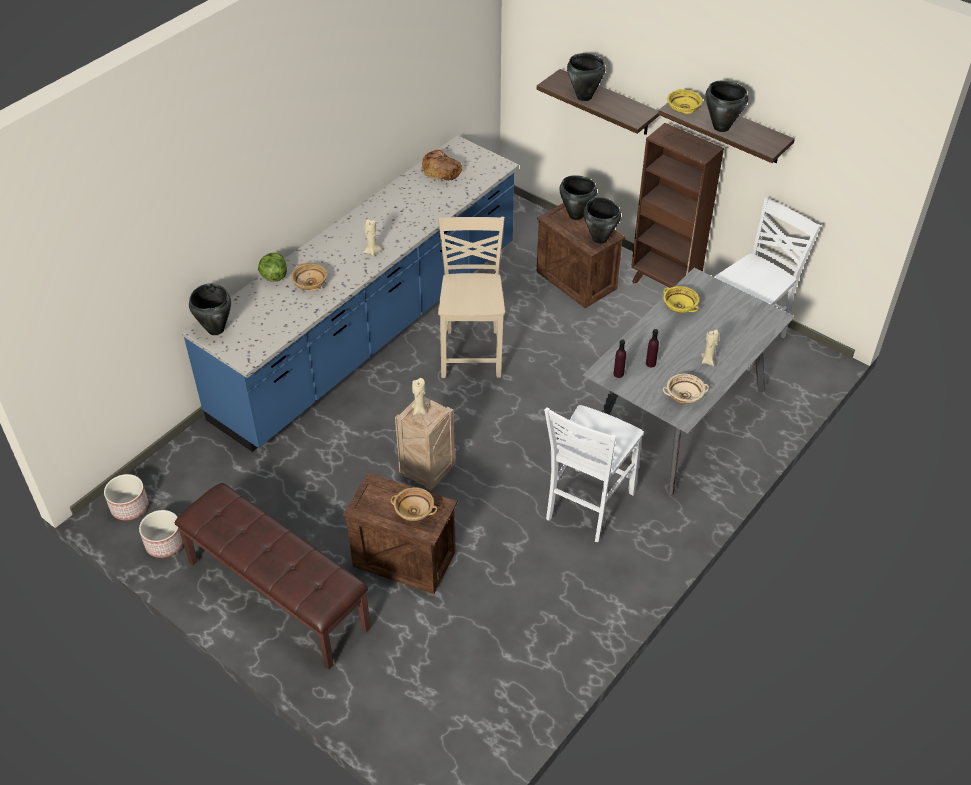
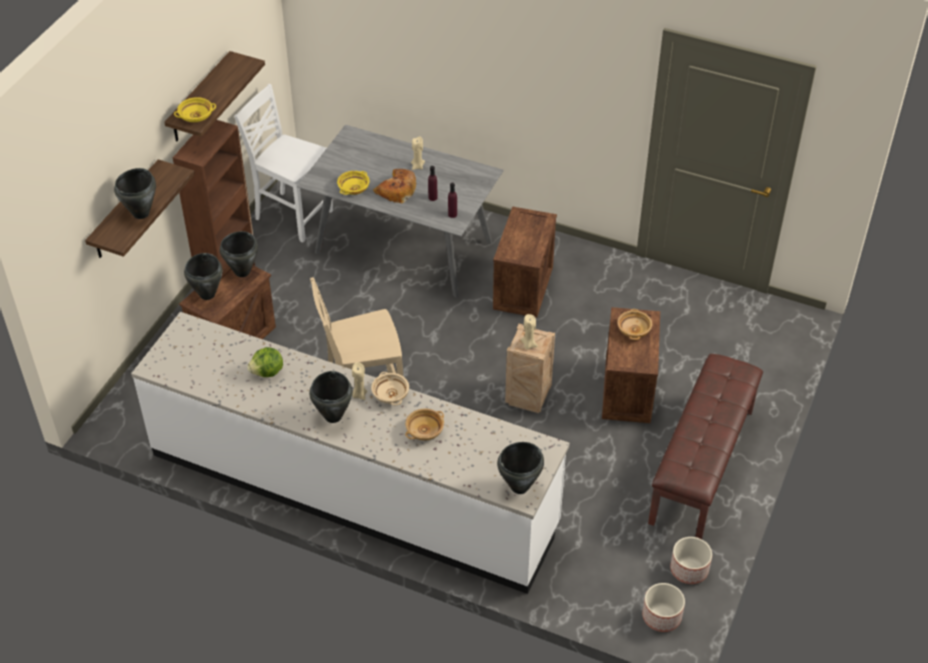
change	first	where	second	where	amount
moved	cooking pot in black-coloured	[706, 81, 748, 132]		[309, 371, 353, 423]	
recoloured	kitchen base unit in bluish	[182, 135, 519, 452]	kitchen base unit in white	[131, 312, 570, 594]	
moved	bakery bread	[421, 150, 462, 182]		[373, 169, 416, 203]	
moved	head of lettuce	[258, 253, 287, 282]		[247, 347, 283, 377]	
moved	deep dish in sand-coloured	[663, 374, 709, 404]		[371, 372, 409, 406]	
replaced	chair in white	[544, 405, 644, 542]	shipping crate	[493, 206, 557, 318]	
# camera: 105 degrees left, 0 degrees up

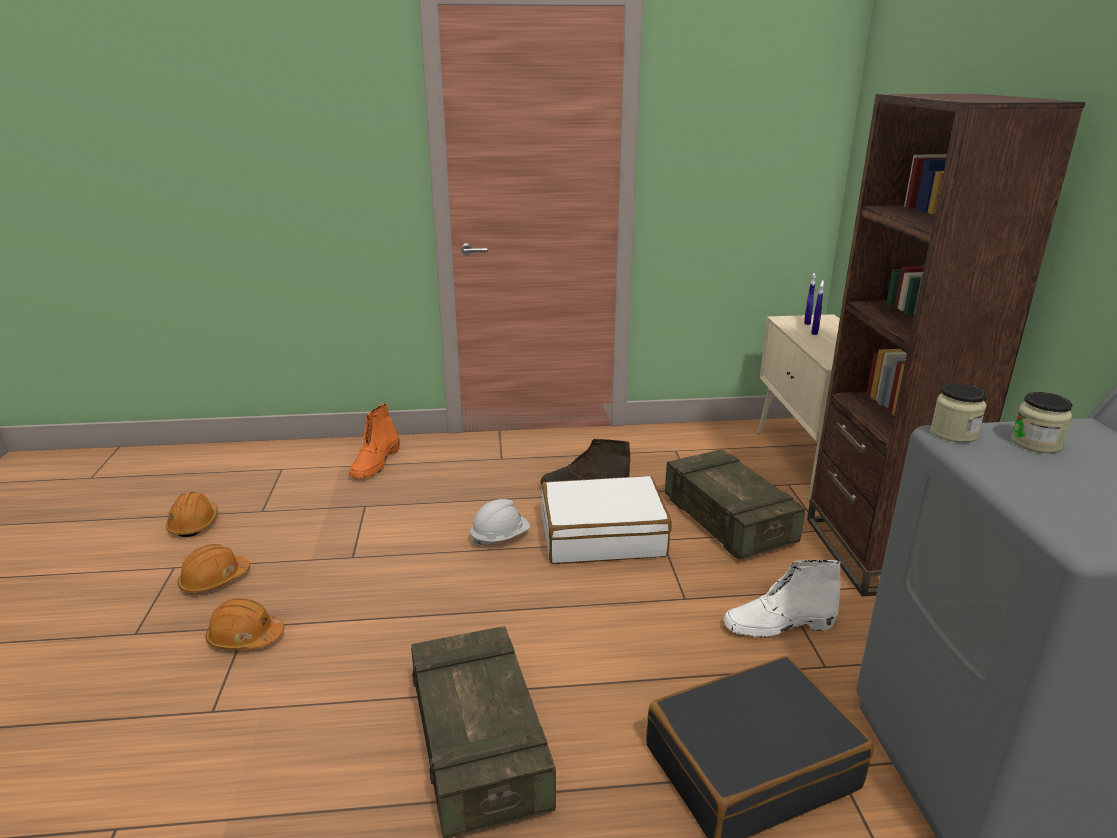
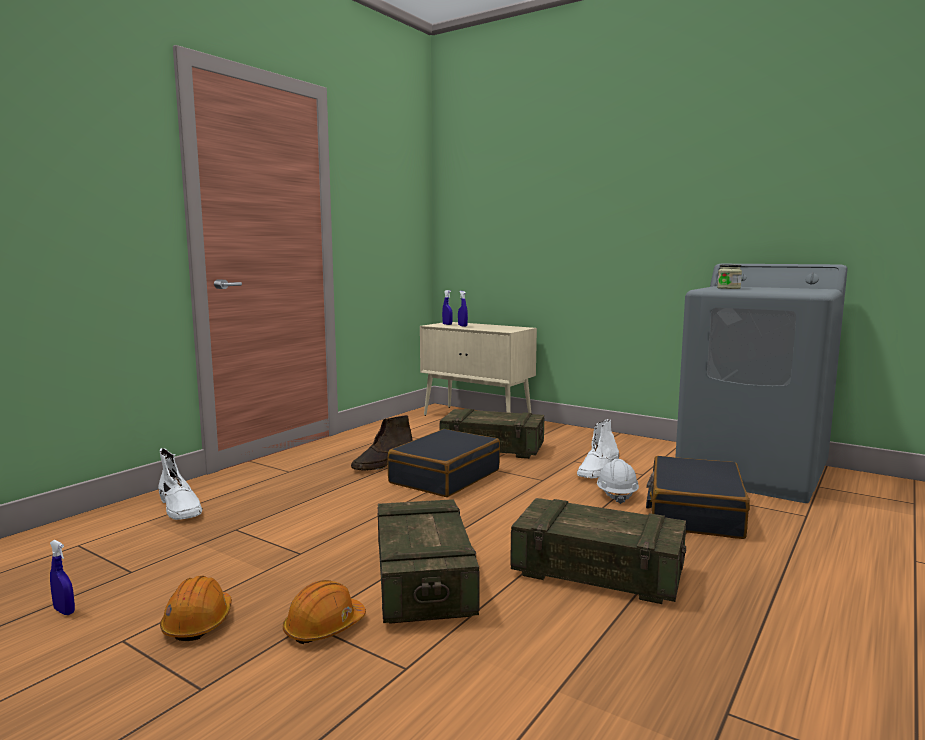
change	first	where	second	where	amount
removed	bookshelf in brownish	[807, 94, 1085, 597]			
removed	jar	[930, 383, 987, 443]			
recoloured	high-top boot in orange	[349, 403, 400, 479]	high-top boot in white	[158, 448, 203, 520]	
recoloured	suitcase in white	[541, 476, 672, 564]	suitcase in black-coloured	[387, 429, 500, 497]	
replaced	safety helmet in orange	[166, 492, 218, 537]	sprayer in bluish	[50, 540, 75, 615]	
moved	safety helmet in white	[470, 499, 530, 547]		[597, 459, 639, 504]	
added			shipping crate	[377, 499, 480, 623]	
# camera: 50 degrees left, 15 degrees down

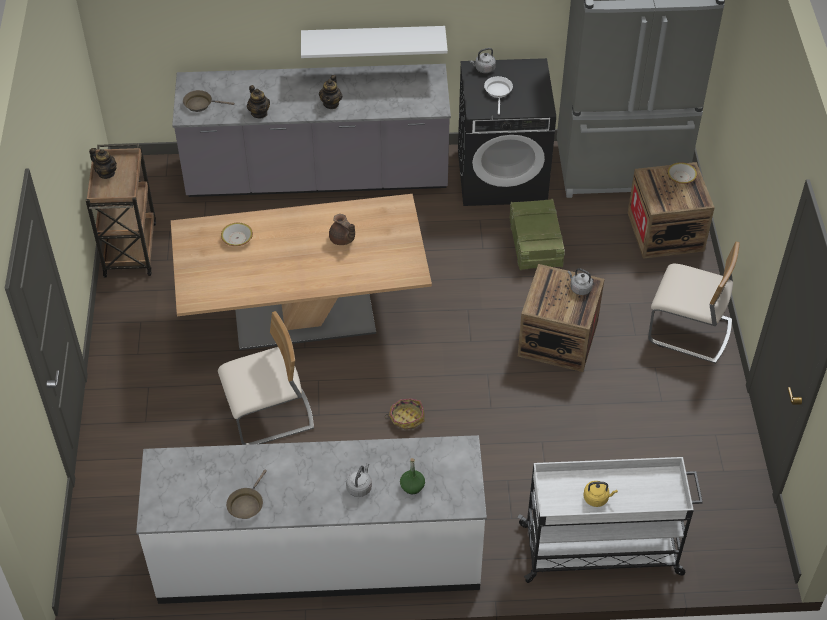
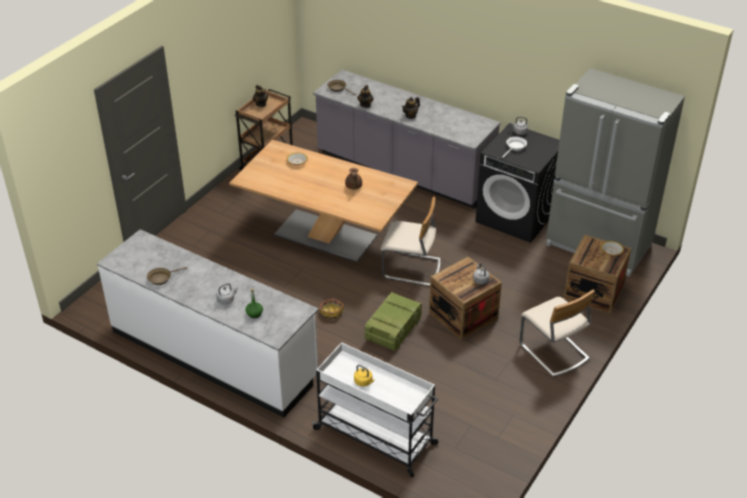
change	first	where	second	where	amount
removed	bracket shelf in white	[301, 26, 448, 58]			
moved	shipping crate	[510, 199, 565, 270]		[364, 292, 422, 351]	
moved	chair in sand-coloured	[218, 311, 314, 445]		[381, 196, 440, 287]	
# camera: 35 degrees right, 10 degrees down

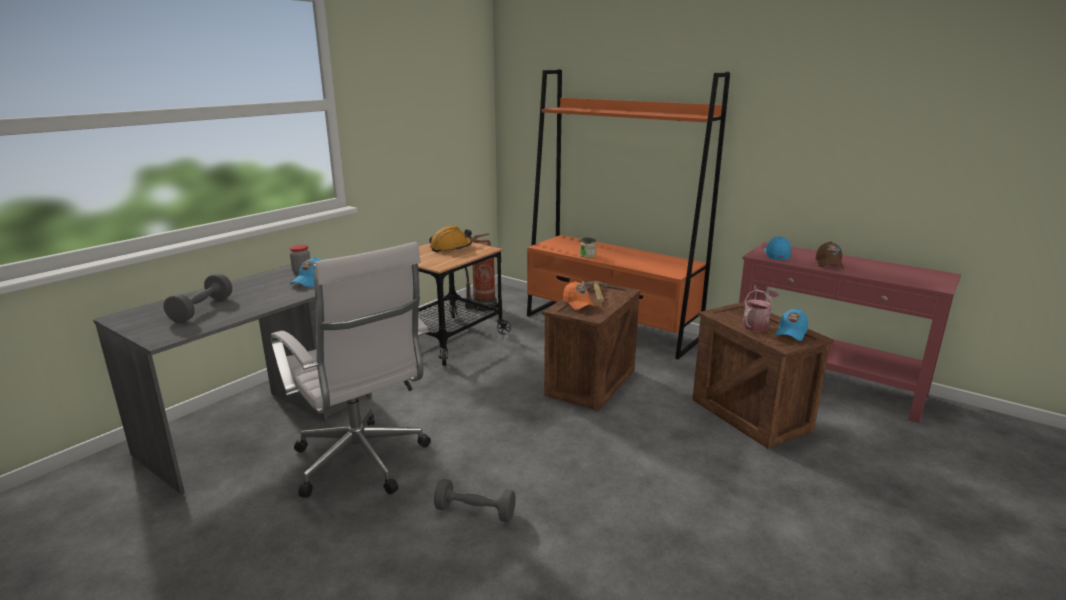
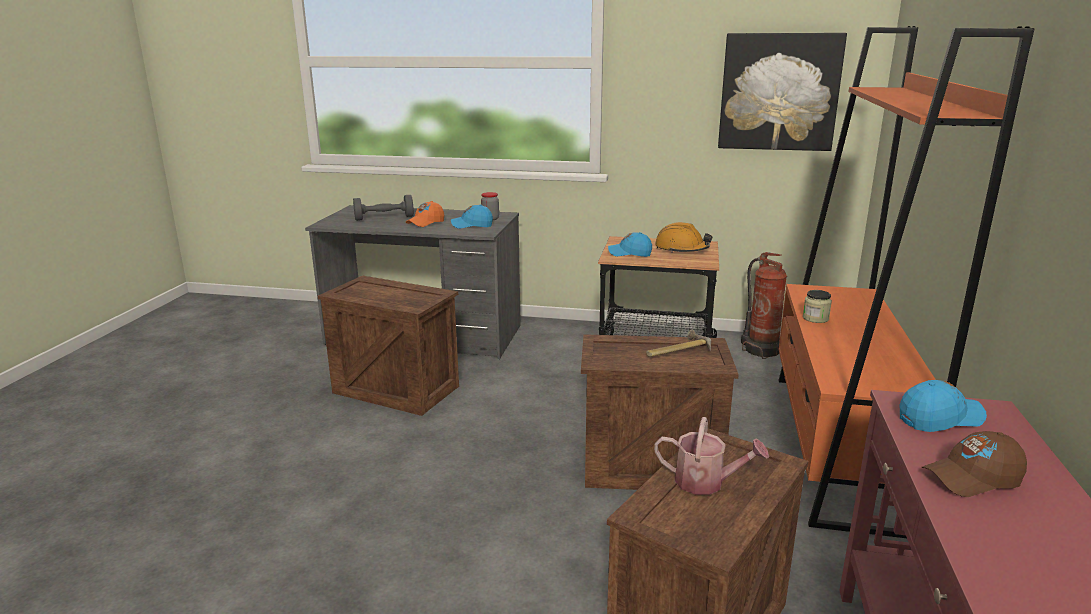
change	first	where	second	where	amount
replaced	computer chair in white	[271, 242, 431, 498]	shipping crate	[318, 276, 459, 416]	
moved	baseball cap in orange	[563, 281, 595, 310]		[406, 201, 444, 227]	
moved	baseball cap in bluish	[775, 308, 808, 341]		[608, 232, 652, 257]	
removed	dumbbell in grey	[434, 479, 516, 522]			
added			wall art	[718, 33, 847, 151]	
# camera: 65 degrees right, 0 degrees up

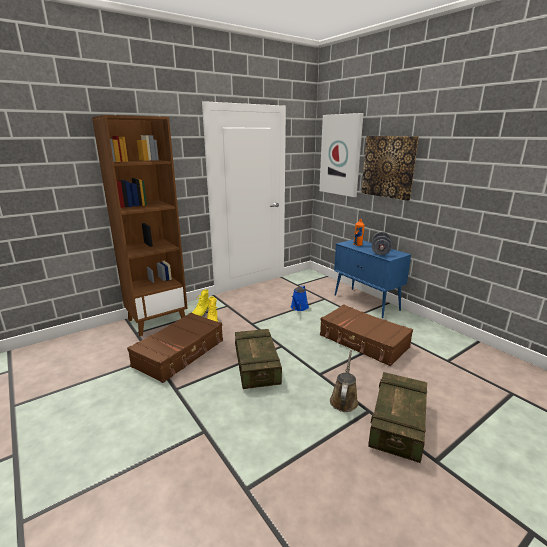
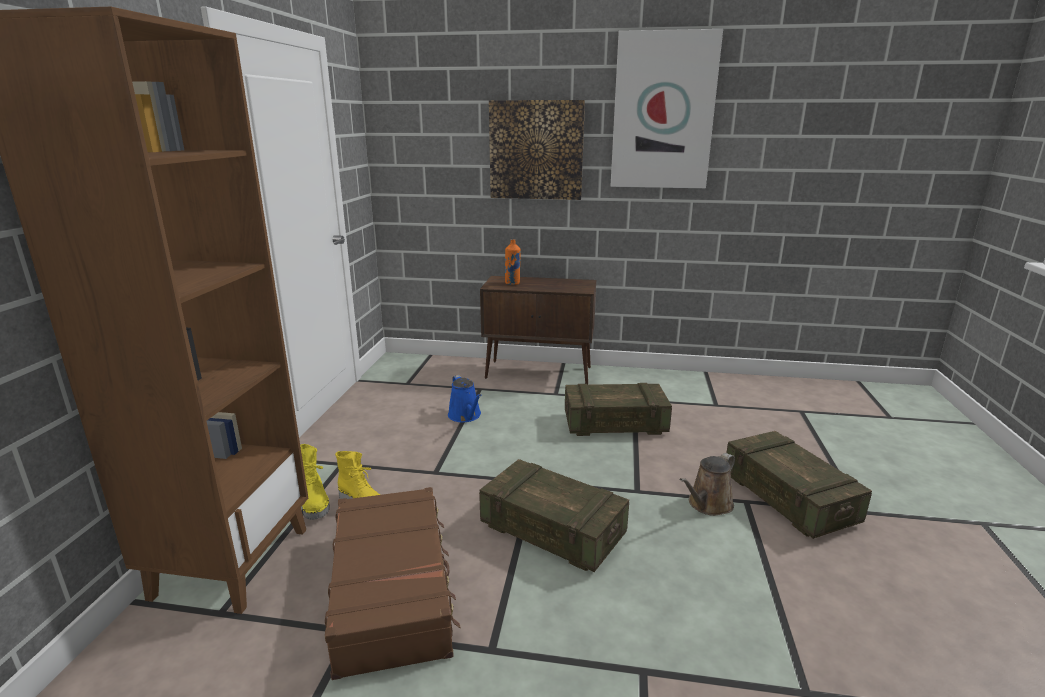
change	first	where	second	where	amount
moved	wall art	[319, 113, 364, 197]		[611, 29, 723, 188]	
removed	dumbbell in grey	[372, 232, 392, 255]			
recoloured	storage cabinet in bluish	[334, 239, 411, 318]	storage cabinet in brownish	[480, 276, 596, 385]	
replaced	suitcase in brownish	[320, 304, 413, 366]	shipping crate	[565, 383, 672, 436]	
turned	watering can in brownish	[330, 350, 358, 412]		[680, 453, 735, 516]	105 degrees counterclockwise
# camera: 45 degrees left, 0 degrees up

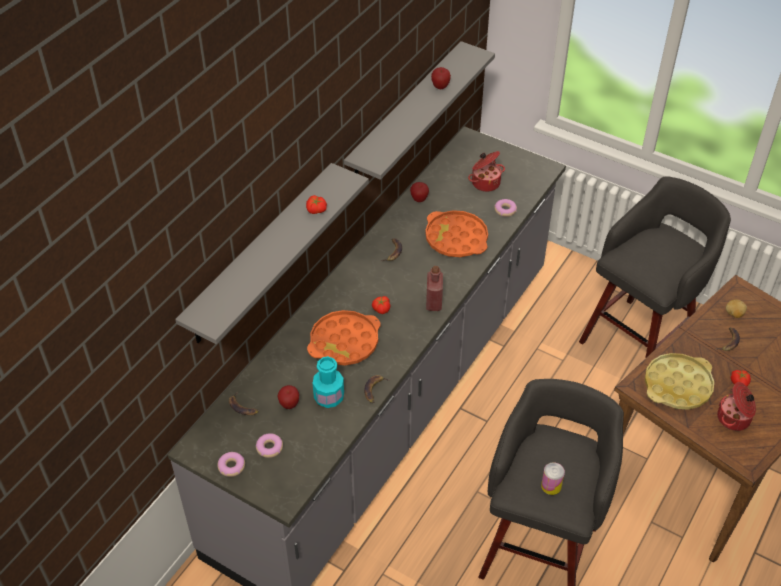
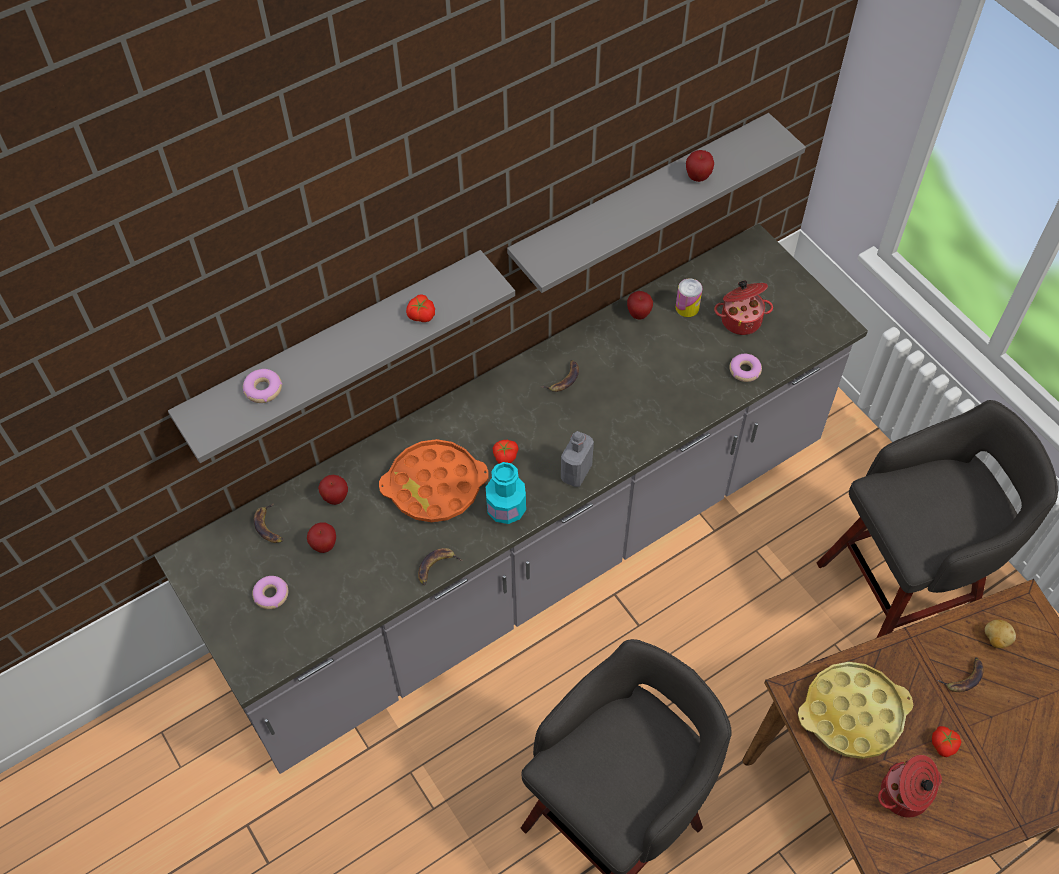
change	first	where	second	where	amount
removed	carrying tray in orange	[425, 210, 488, 257]			
recoloured	beverage bottle in red-coloured	[426, 266, 443, 311]	beverage bottle in grey	[561, 431, 594, 487]	
moved	beverage bottle in blue-green	[313, 356, 344, 408]		[486, 462, 526, 524]	
moved	doughnut	[217, 452, 245, 477]		[243, 369, 282, 403]	
moved	can	[541, 463, 565, 495]		[675, 278, 703, 317]	
added			whole apple	[318, 475, 348, 505]	
# camera: 25 degrees right, 10 degrees up

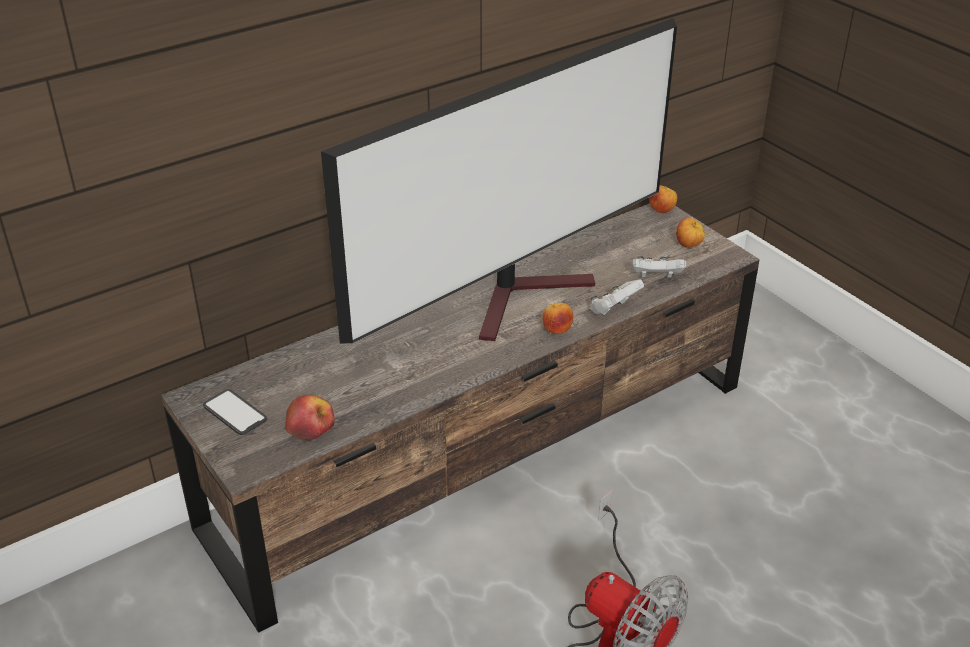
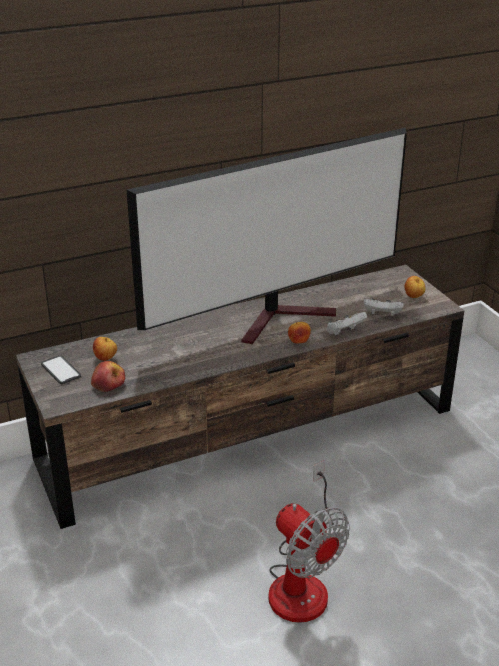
change	first	where	second	where	amount
moved	whole apple	[649, 185, 678, 213]		[93, 337, 117, 361]	
# camera: 10 degrees right, 5 degrees down

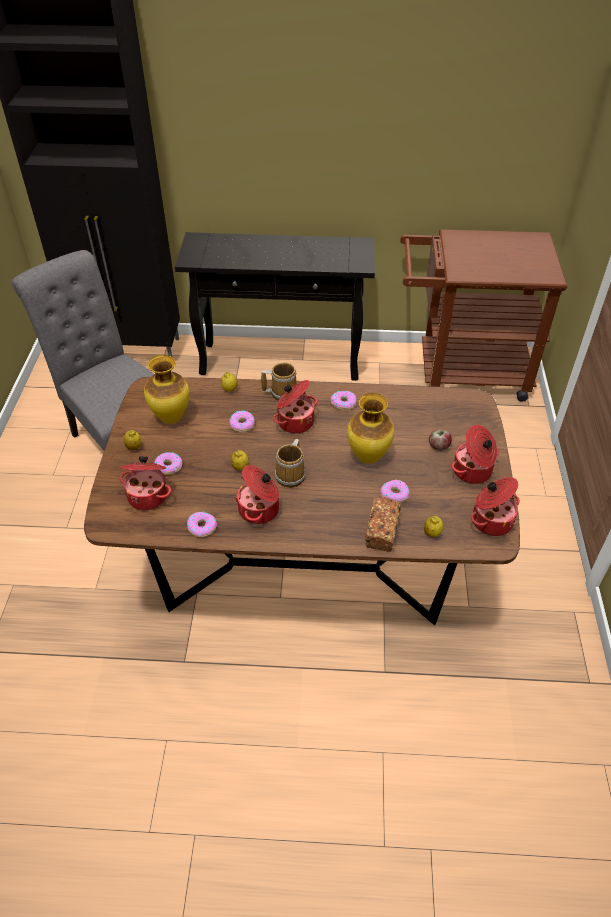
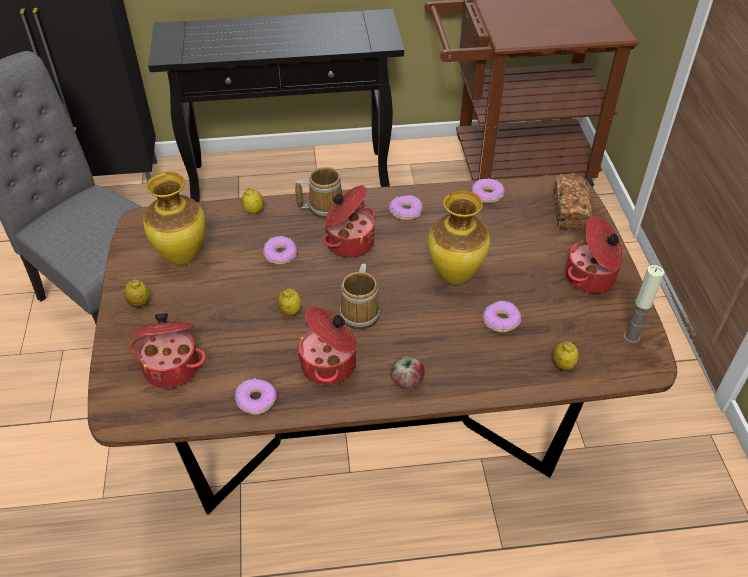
change	first	where	second	where	amount
moved	whole apple	[429, 429, 452, 451]		[390, 356, 425, 389]	
moved	doughnut	[154, 452, 182, 475]		[472, 178, 505, 203]	
replaced	cooking pot	[471, 477, 520, 536]	wax light	[624, 265, 664, 344]	
moved	bakery bread	[365, 496, 401, 552]		[554, 174, 592, 230]	
# camera: 10 degrees left, 0 degrees up

